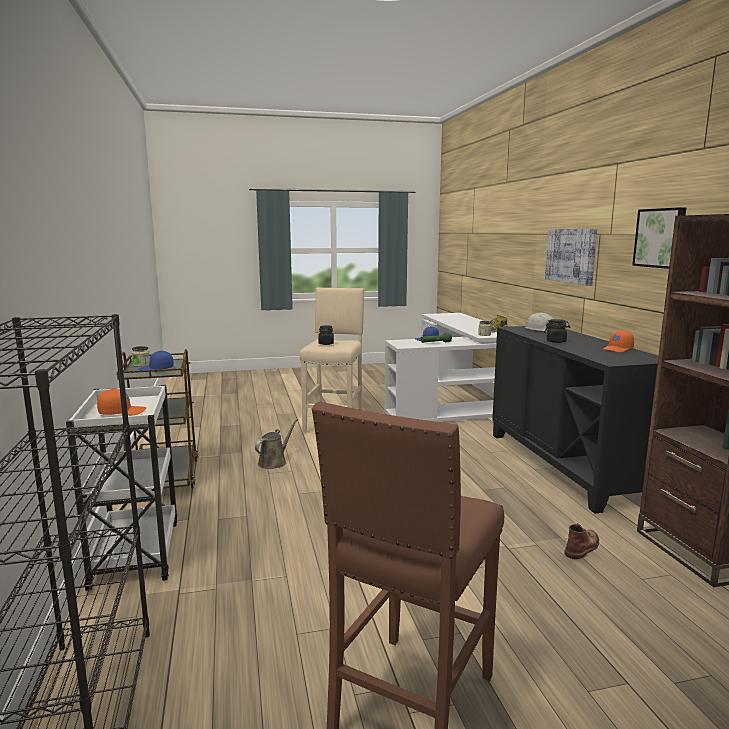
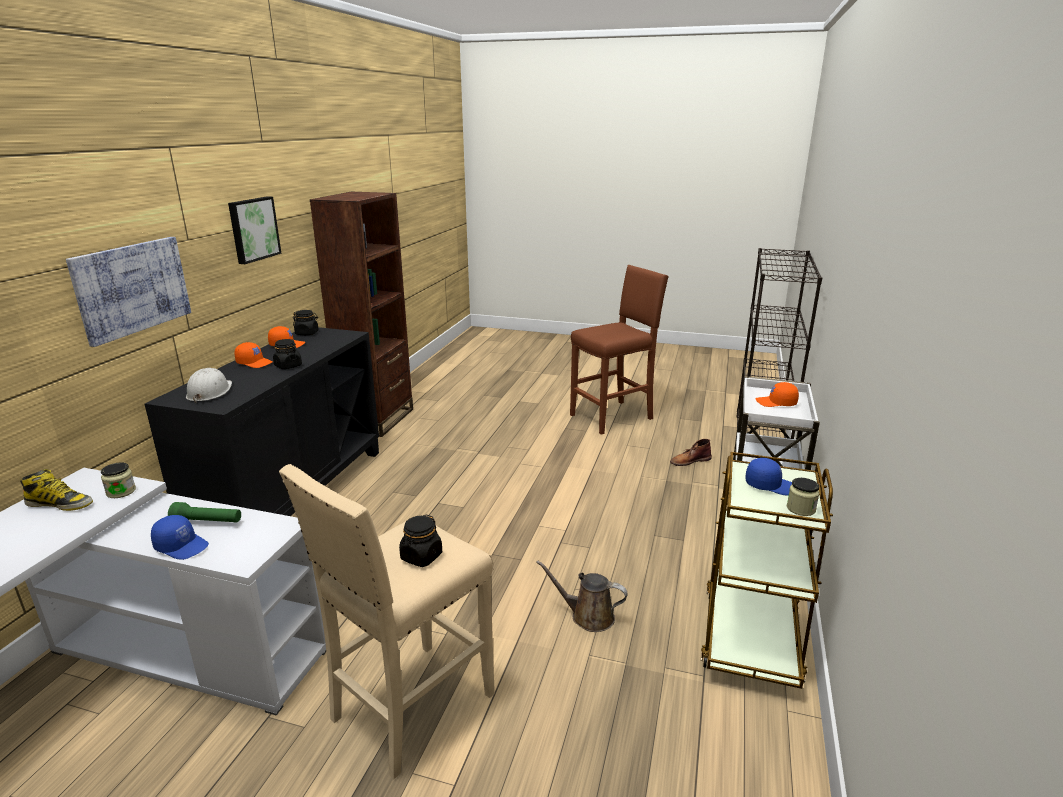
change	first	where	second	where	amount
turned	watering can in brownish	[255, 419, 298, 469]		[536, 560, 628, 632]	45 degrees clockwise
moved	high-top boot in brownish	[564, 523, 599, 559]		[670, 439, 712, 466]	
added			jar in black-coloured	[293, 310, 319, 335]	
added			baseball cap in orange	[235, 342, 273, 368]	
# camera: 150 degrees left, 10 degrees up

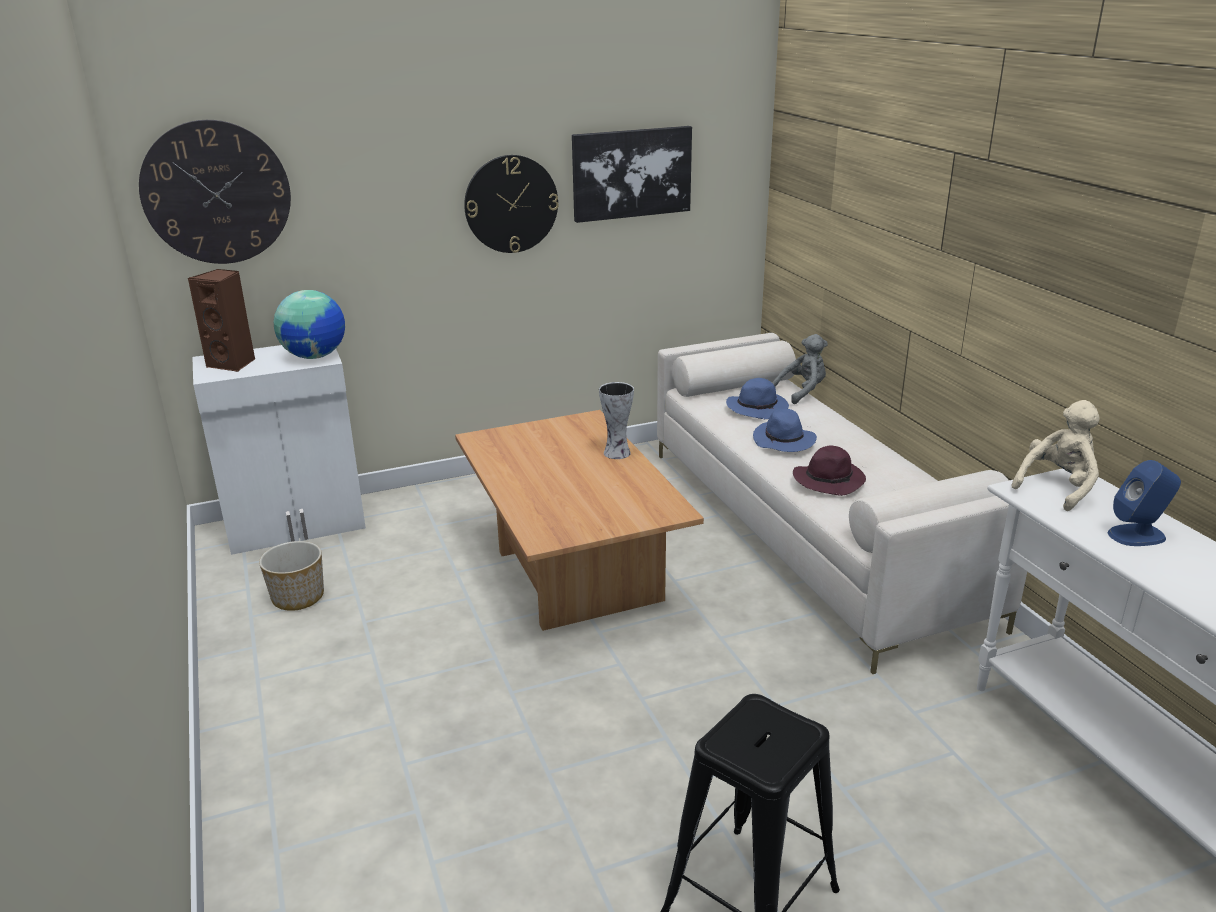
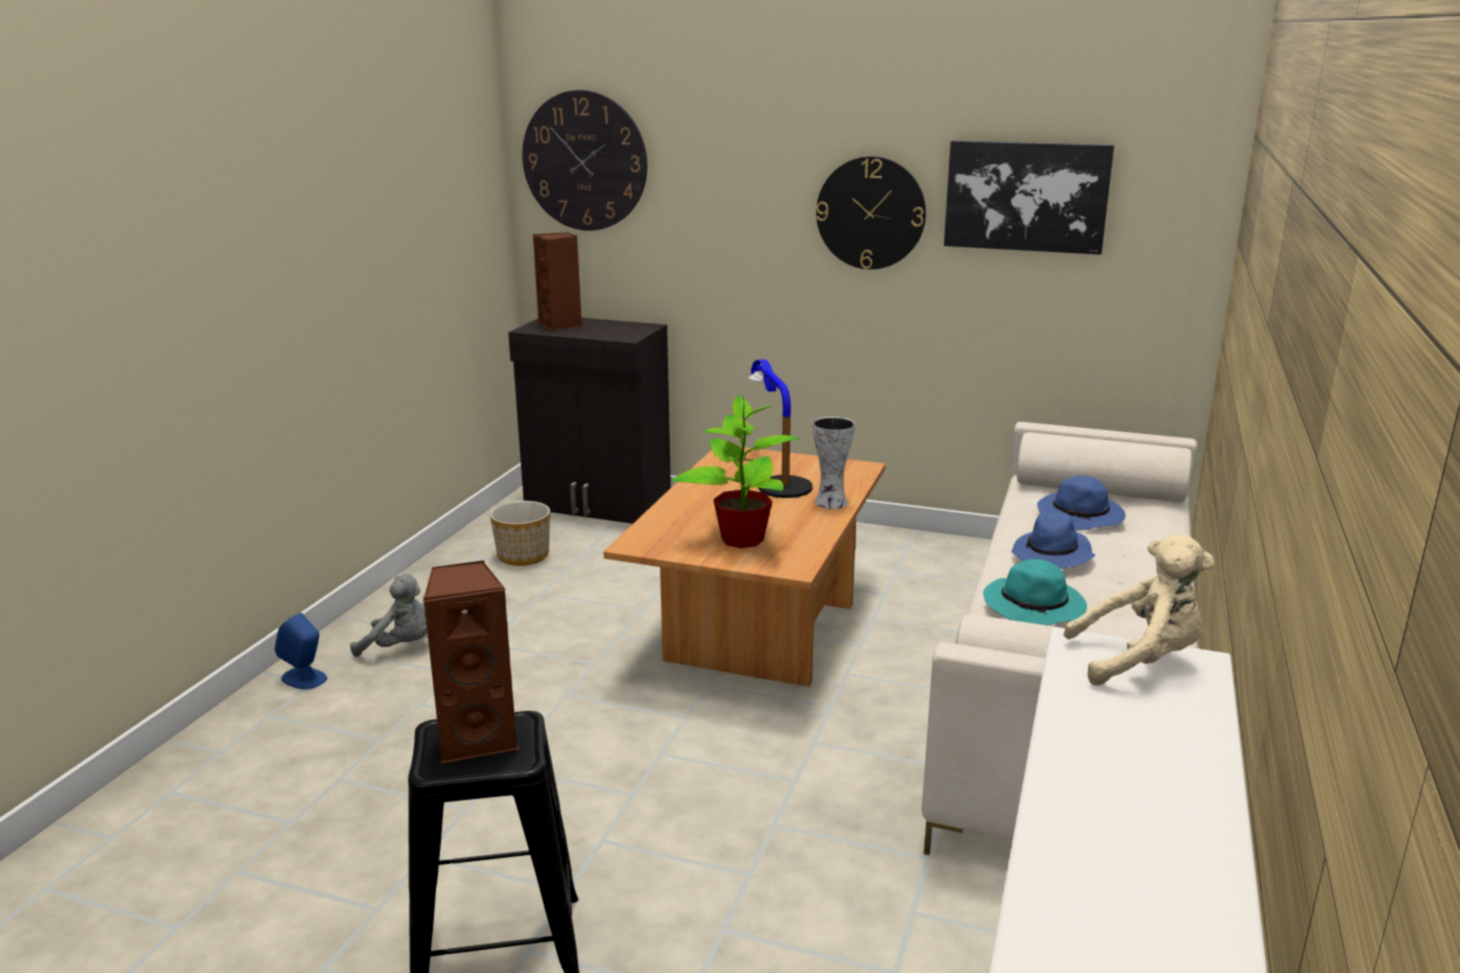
change	first	where	second	where	amount
removed	globe	[274, 290, 345, 359]			
moved	cuddly toy in grey	[772, 334, 828, 404]		[350, 574, 427, 657]	
recoloured	storage cabinet in white	[192, 345, 366, 555]	storage cabinet in black-coloured	[508, 318, 671, 524]	
recoloured	clothing hat in purple	[793, 446, 866, 496]	clothing hat in blue-green	[983, 559, 1087, 625]	
moved	audio speaker in bluish	[1108, 460, 1181, 546]		[274, 613, 327, 690]	
added			table lamp	[749, 360, 813, 498]	
added			potted plant	[671, 395, 800, 548]	
added			audio speaker in brownish	[423, 560, 519, 763]	
# camera: 40 degrees right, 5 degrees down

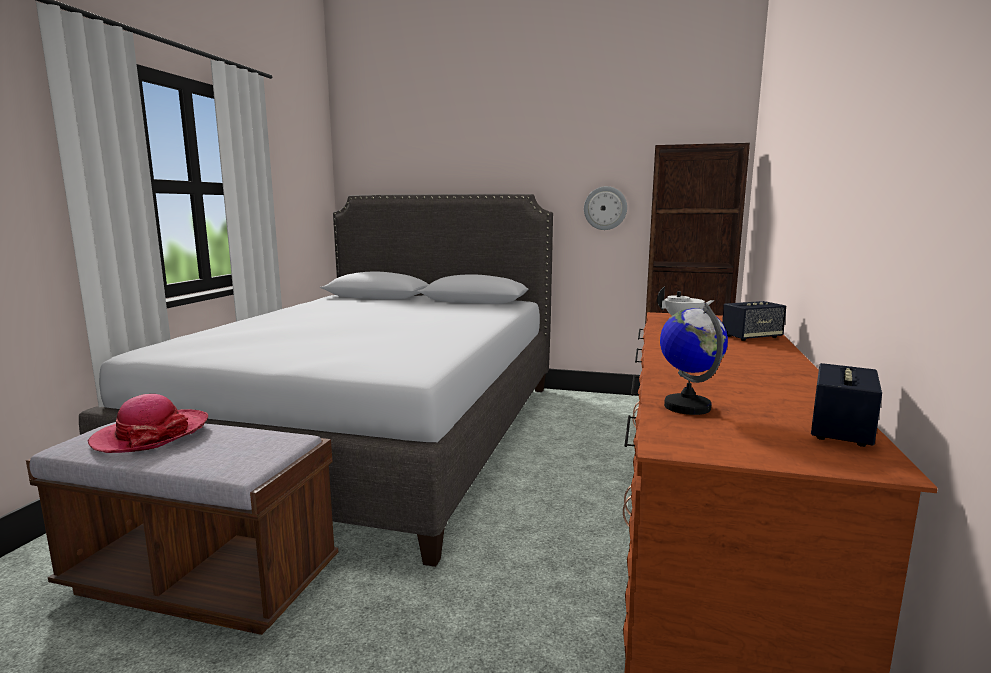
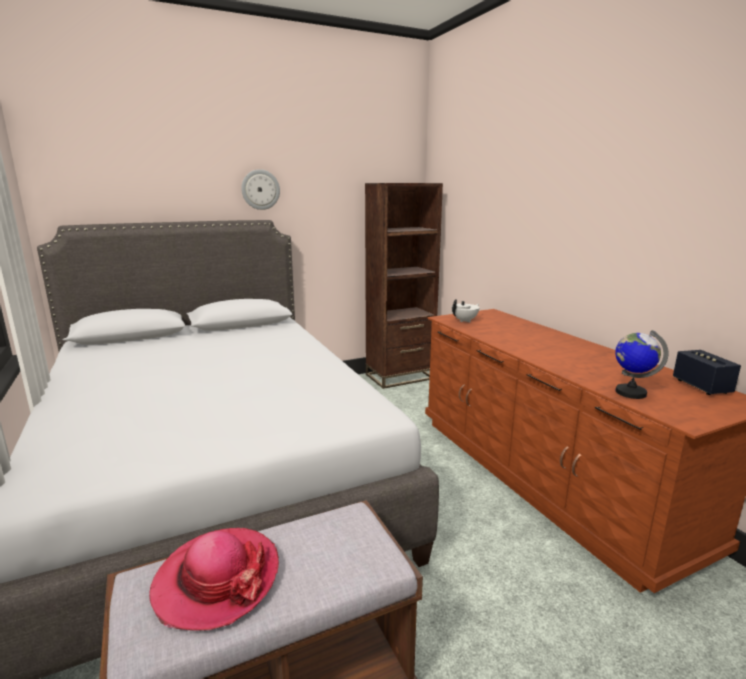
change	first	where	second	where	amount
moved	wall clock	[584, 186, 627, 230]		[241, 169, 280, 210]	
removed	audio speaker	[722, 301, 786, 341]			
# camera: 40 degrees left, 5 degrees up

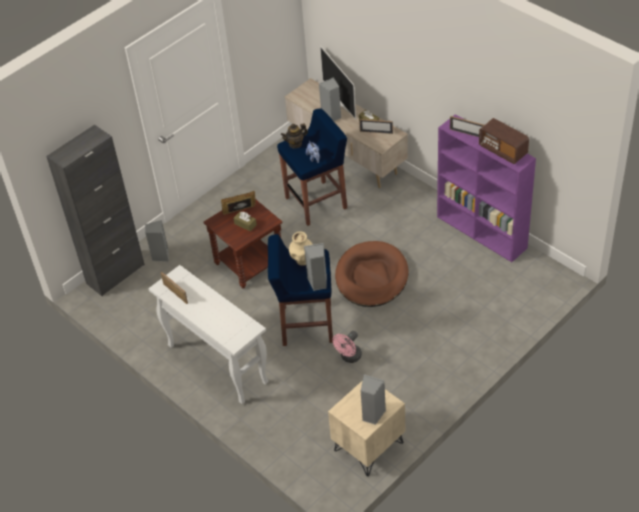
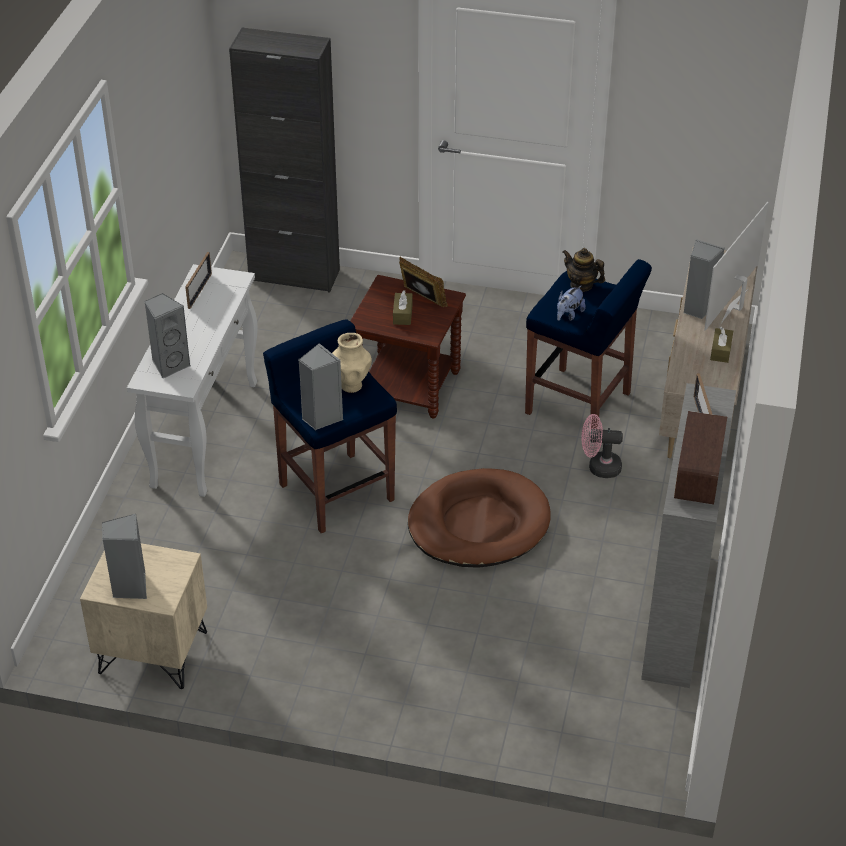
change	first	where	second	where	amount
recoloured	bookshelf in purple	[437, 114, 536, 262]	bookshelf in grey	[641, 383, 736, 688]	
removed	standing frame	[359, 119, 393, 134]			
moved	audio speaker in grey	[145, 220, 169, 262]		[144, 293, 191, 379]	
moved	electric fan in pink-coloured	[332, 331, 362, 363]		[581, 414, 623, 478]	
# camera: 55 degrees right, 5 degrees down

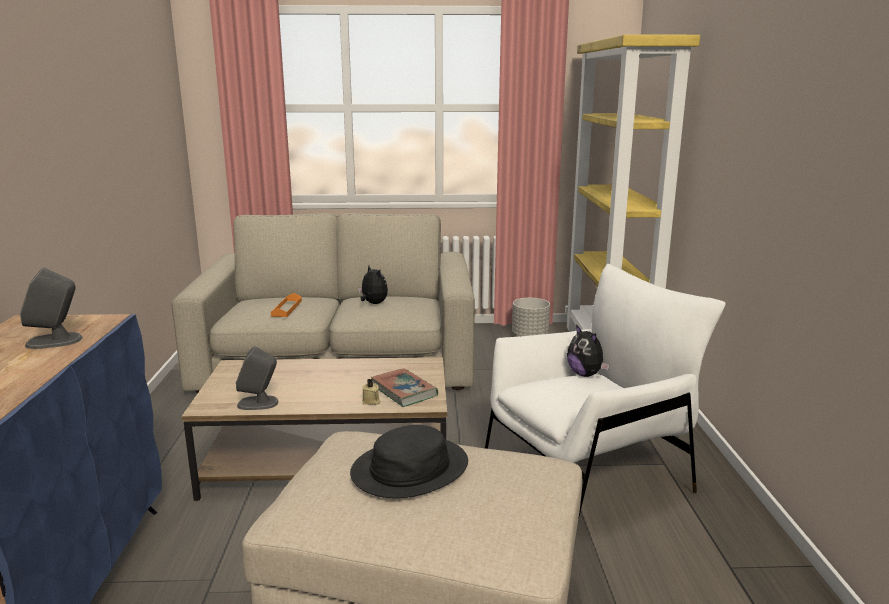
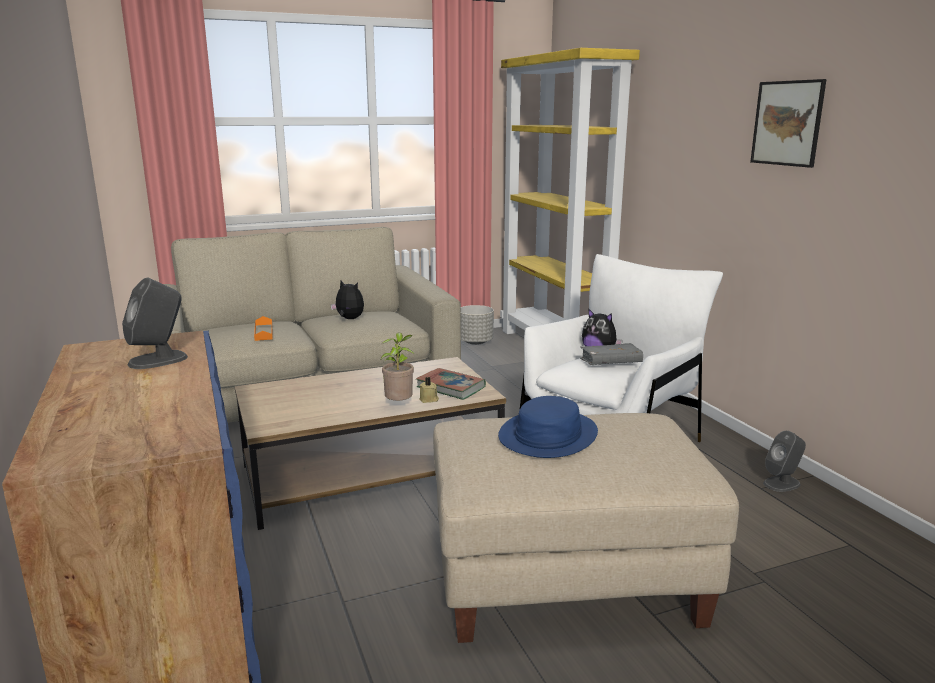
change	first	where	second	where	amount
moved	audio speaker in grey	[236, 346, 279, 410]		[763, 431, 806, 492]	
recoloured	clothing hat in black-coloured	[350, 425, 468, 498]	clothing hat in bluish	[498, 396, 598, 458]	
added			wall art	[750, 79, 827, 168]	
added			potted plant	[381, 333, 415, 401]	
added			book in grey	[580, 343, 643, 365]	
# camera: 20 degrees left, 0 degrees up

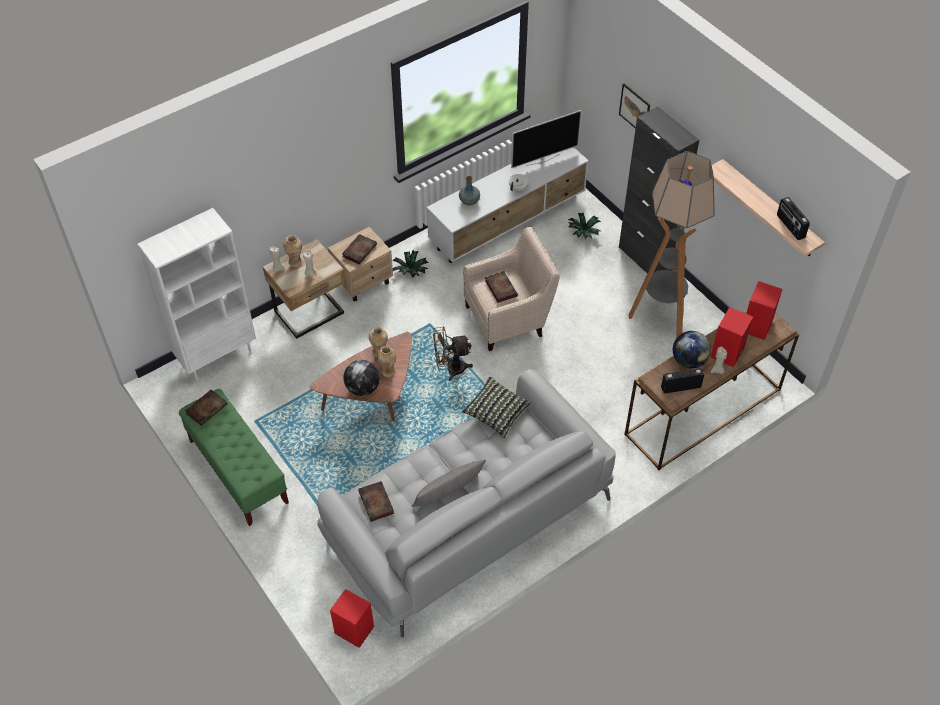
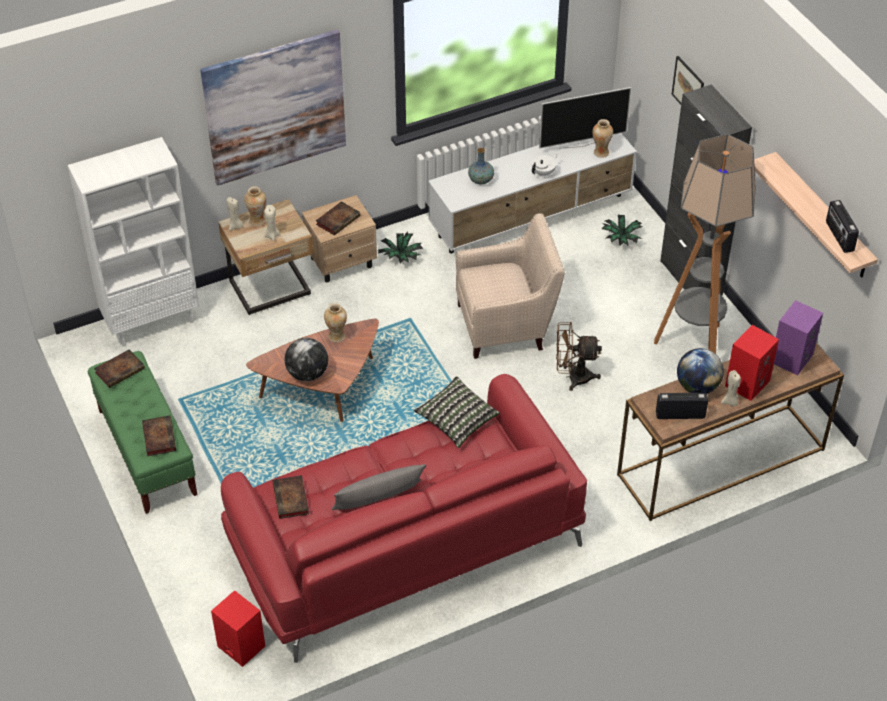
change	first	where	second	where	amount
moved	book	[485, 271, 518, 303]		[142, 415, 176, 456]	
recoloured	audio speaker in red-coloured	[746, 281, 782, 340]	audio speaker in purple	[774, 300, 823, 375]	
moved	electric fan in brownish	[433, 326, 473, 381]		[556, 322, 602, 391]	
moved	decorative vase	[377, 345, 396, 377]		[592, 119, 613, 158]	
recoloured	couch in grey	[317, 369, 616, 637]	couch in red-coloured	[221, 374, 587, 663]	
added			wall art	[200, 30, 346, 186]	
# camera: 10 degrees right, 5 degrees down

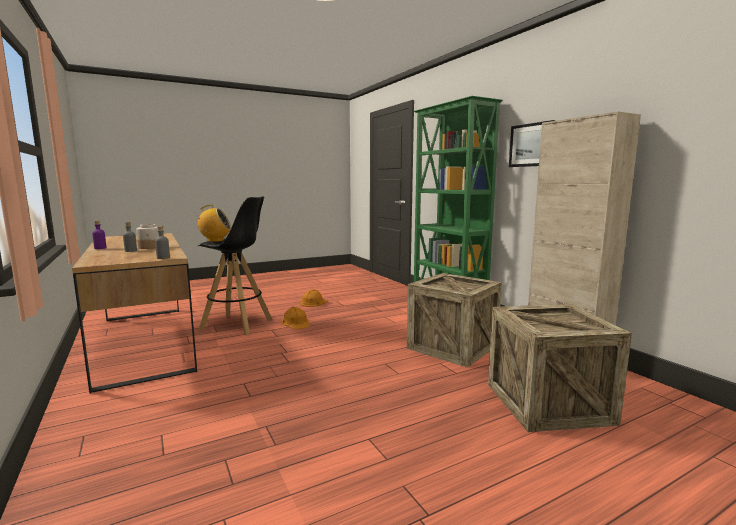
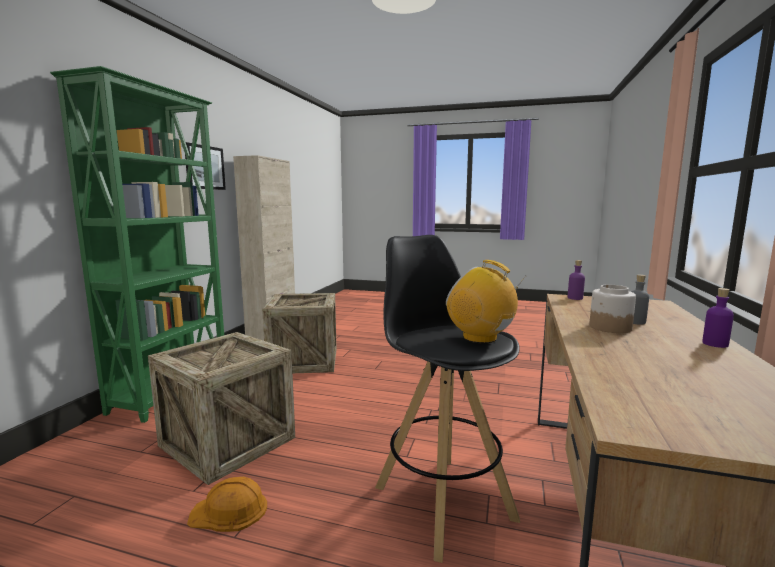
change	first	where	second	where	amount
recoloured	beverage bottle in grey	[155, 226, 170, 259]	beverage bottle in purple	[568, 260, 585, 300]	
moved	shipping crate	[488, 304, 632, 432]		[148, 332, 295, 485]	
removed	safety helmet in orange	[281, 306, 311, 329]			
# camera: 135 degrees left, 0 degrees up

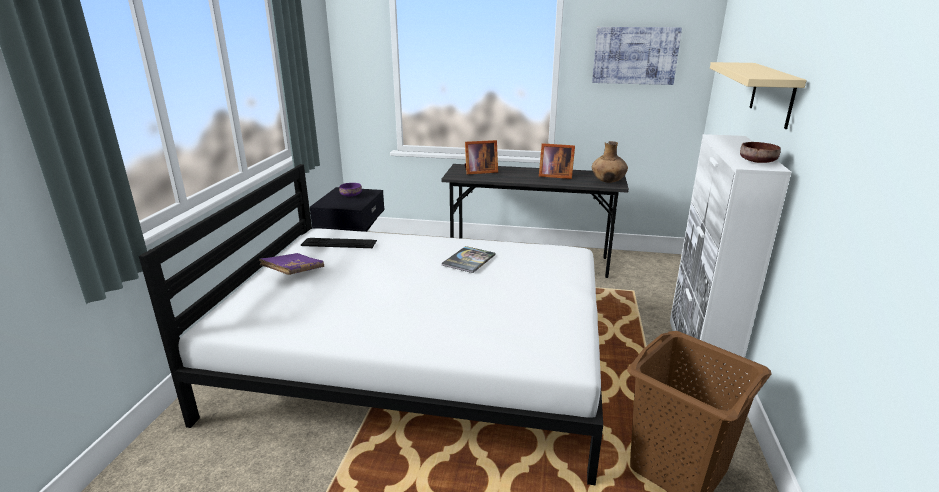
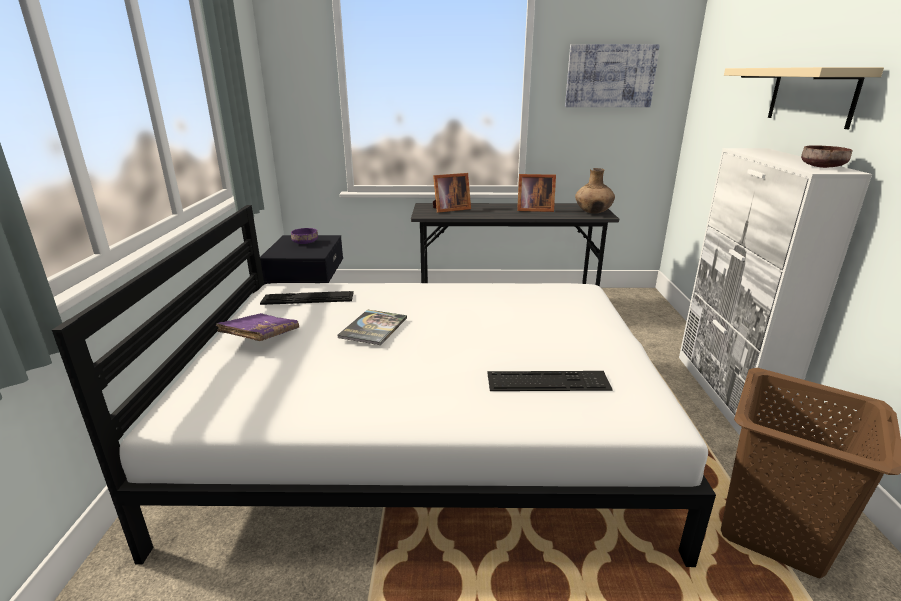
change	first	where	second	where	amount
moved	book	[442, 246, 495, 273]		[338, 309, 407, 345]	
added			computer keyboard	[487, 371, 613, 391]	
# camera: 10 degrees left, 0 degrees up

